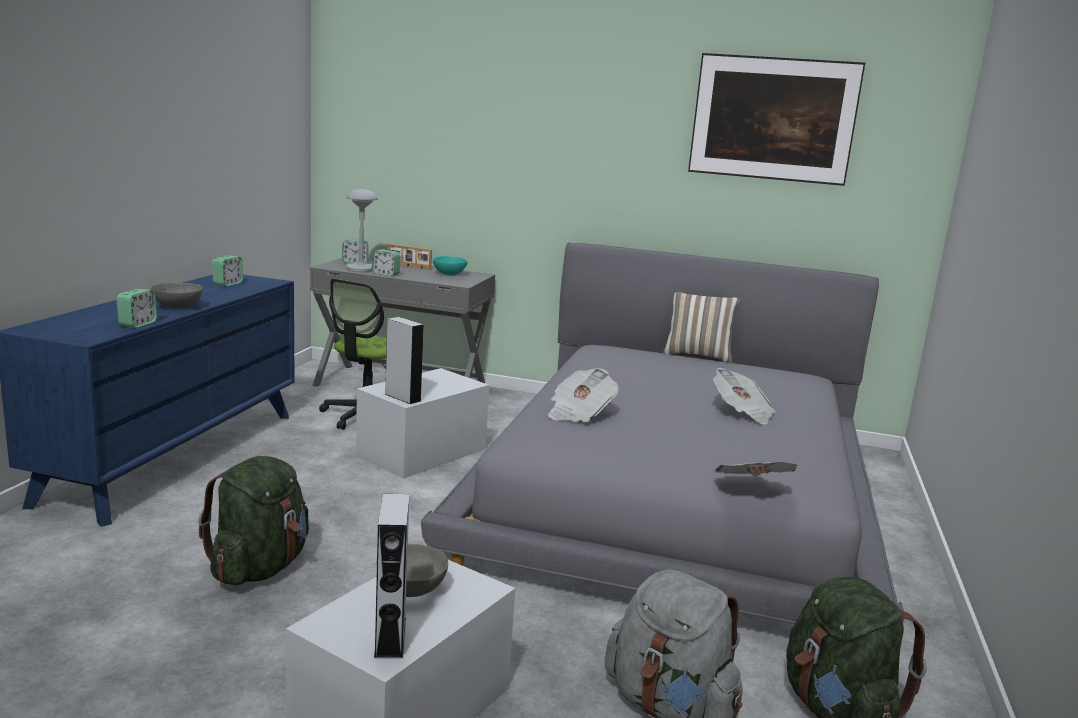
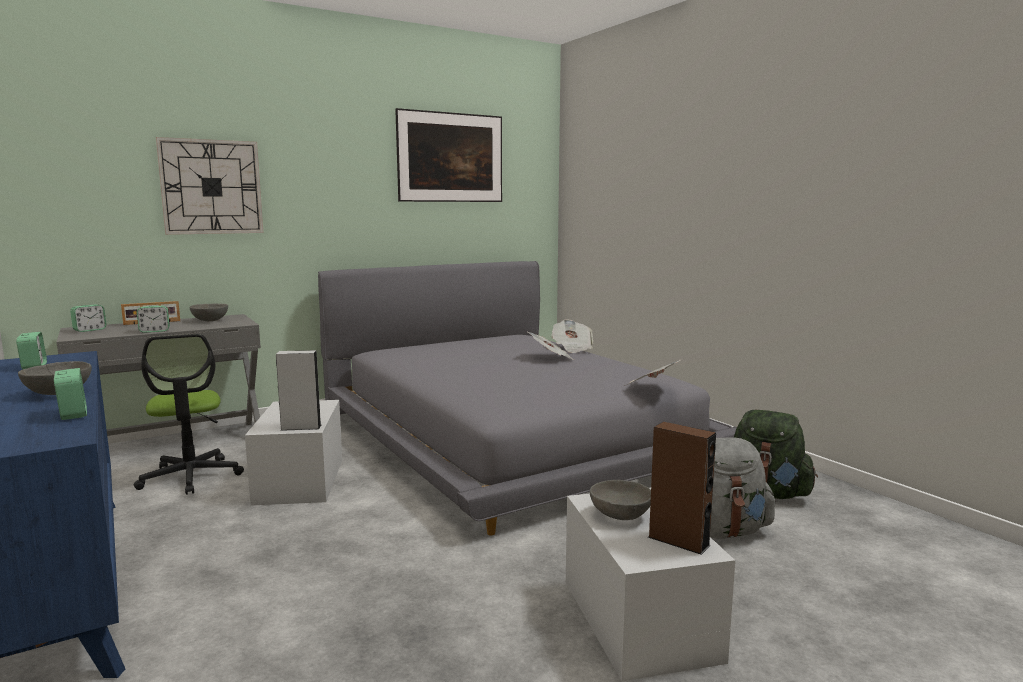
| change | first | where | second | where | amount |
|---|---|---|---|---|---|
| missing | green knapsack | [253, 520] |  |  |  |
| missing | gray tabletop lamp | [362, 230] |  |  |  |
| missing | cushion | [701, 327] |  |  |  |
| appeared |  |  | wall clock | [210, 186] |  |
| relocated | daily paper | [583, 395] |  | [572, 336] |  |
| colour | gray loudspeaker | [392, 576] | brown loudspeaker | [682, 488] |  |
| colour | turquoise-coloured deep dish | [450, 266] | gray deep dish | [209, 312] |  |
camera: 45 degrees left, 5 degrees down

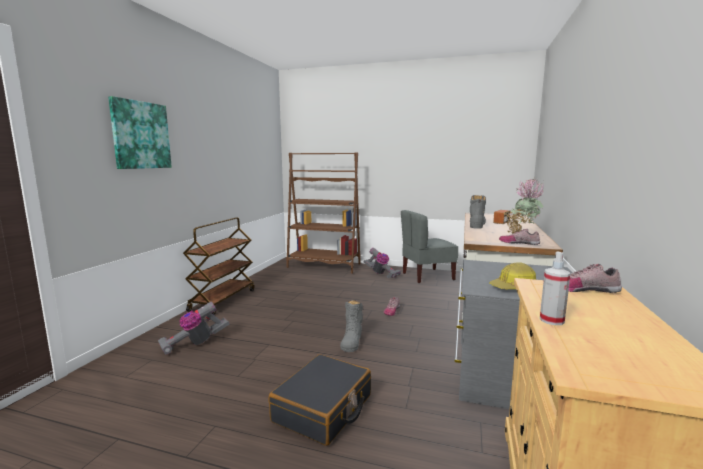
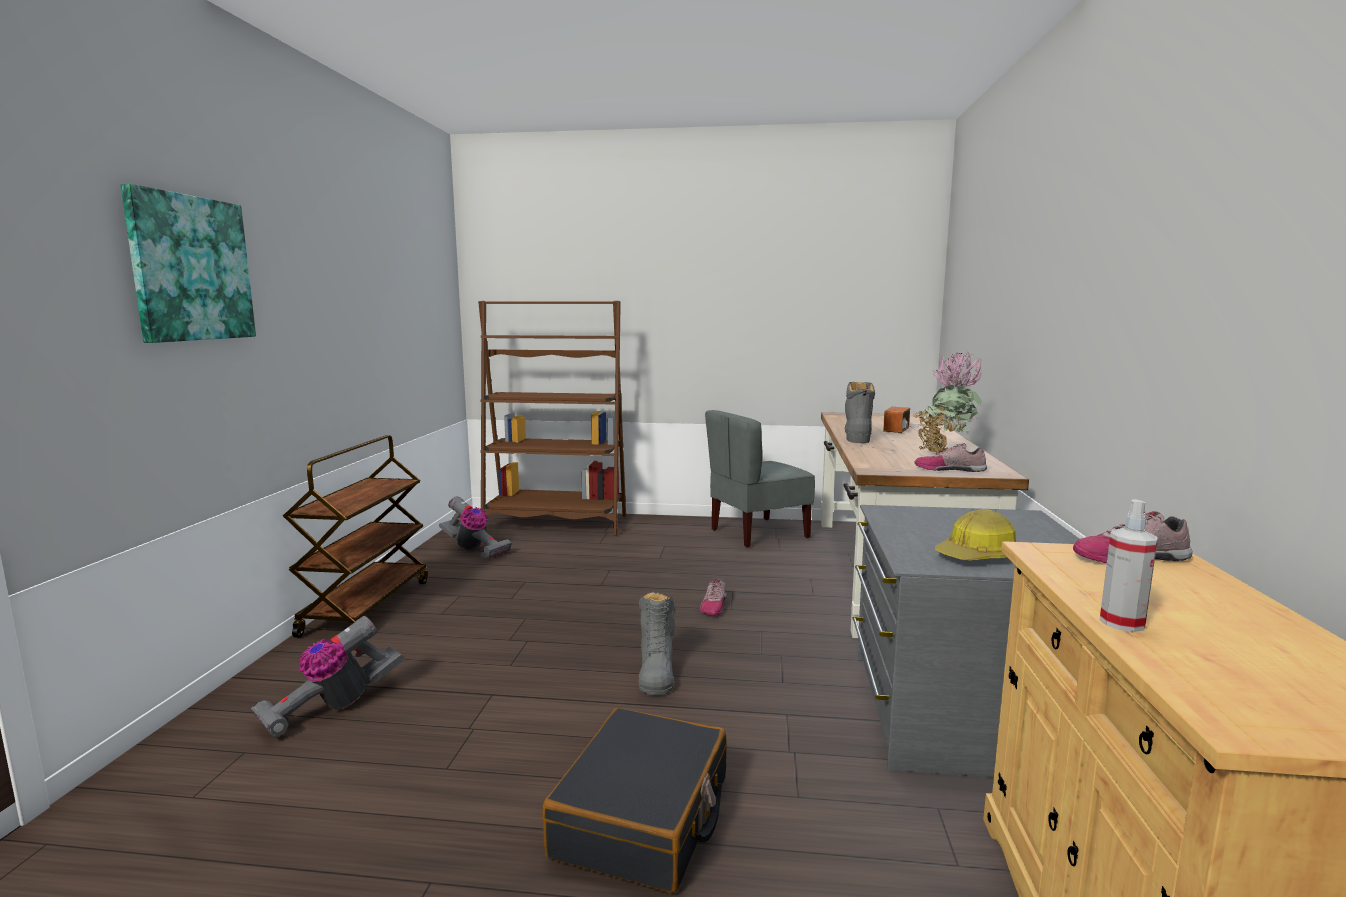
| change | first | where | second | where | amount |
|---|---|---|---|---|---|
| relocated | hoover | [382, 263] |  | [475, 527] |  |
camera: 10 degrees left, 0 degrees up

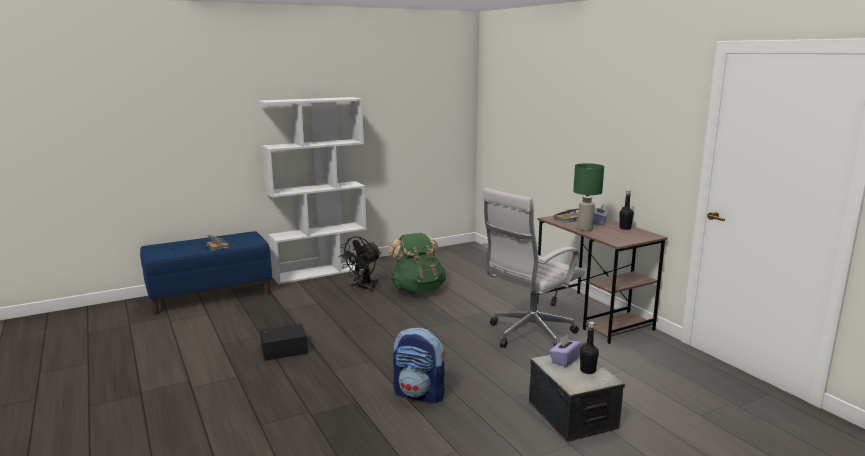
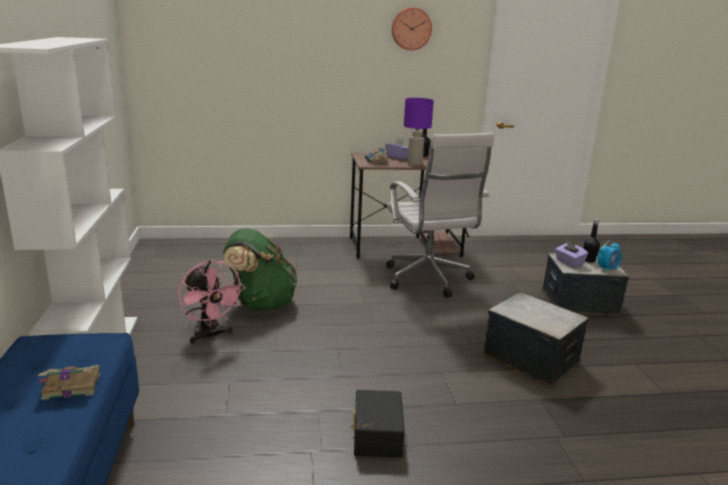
| change | first | where | second | where | amount |
|---|---|---|---|---|---|
| appeared |  |  | wall clock | [412, 28] |  |
| appeared |  |  | alarm clock | [609, 256] |  |
| exchanged | knapsack | [419, 366] | storage bin | [536, 339] |  |
| colour | blackish electric fan | [359, 264] | pink-coloured electric fan | [211, 302] |  |
| colour | green tabletop lamp | [588, 197] | purple-coloured tabletop lamp | [419, 132] |  |
camera: 70 degrees left, 5 degrees up

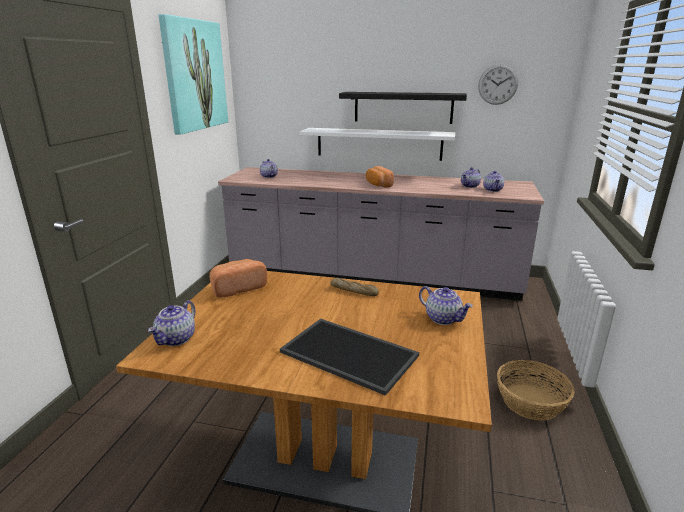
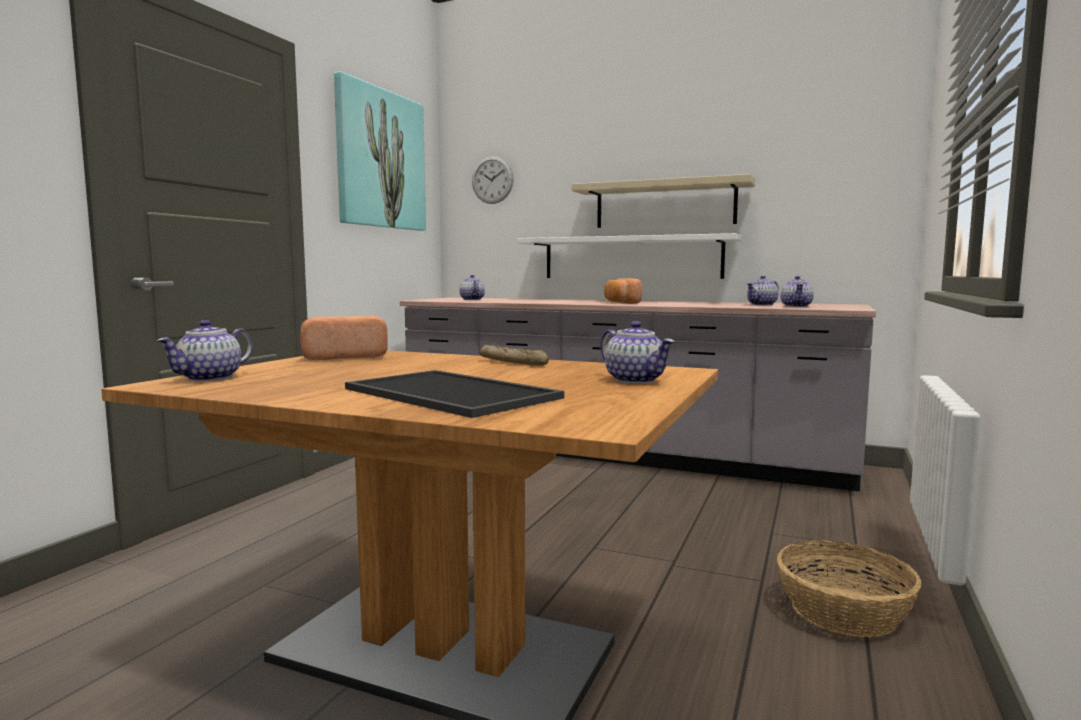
| change | first | where | second | where | amount |
|---|---|---|---|---|---|
| relocated | wall clock | [498, 84] |  | [493, 180] |  |
| colour | blackish bracket shelf | [403, 108] | sand-coloured bracket shelf | [663, 201] |  |
camera: 10 degrees right, 15 degrees down

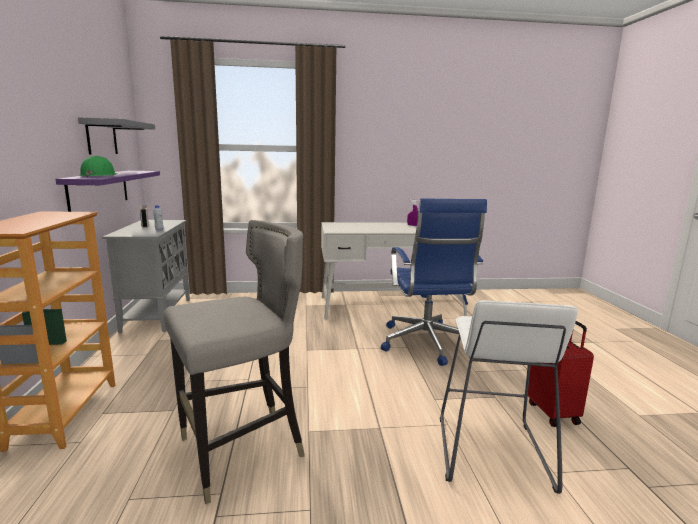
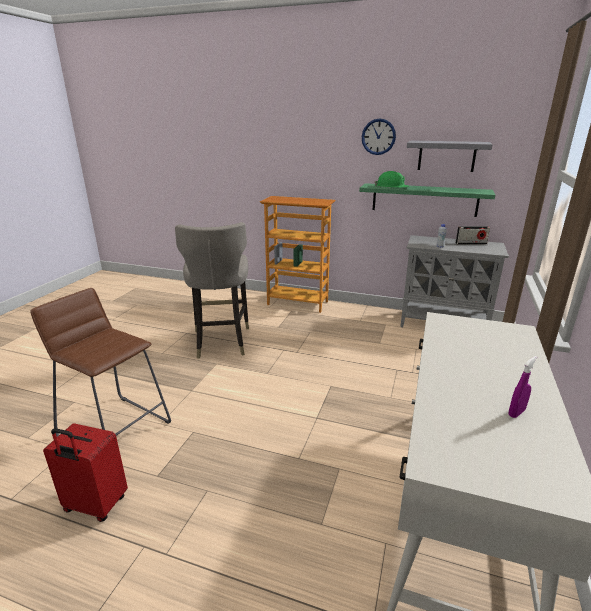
| change | first | where | second | where | amount |
|---|---|---|---|---|---|
| missing | blue-coloured desk chair | [434, 282] |  |  |  |
| appeared |  |  | wall clock | [379, 137] |  |
| colour | purple-coloured bracket shelf | [107, 191] | green bracket shelf | [427, 200] |  |
| colour | white-coloured stool seat | [509, 397] | brown stool seat | [101, 362] |  |
camera: 115 degrees right, 10 degrees up

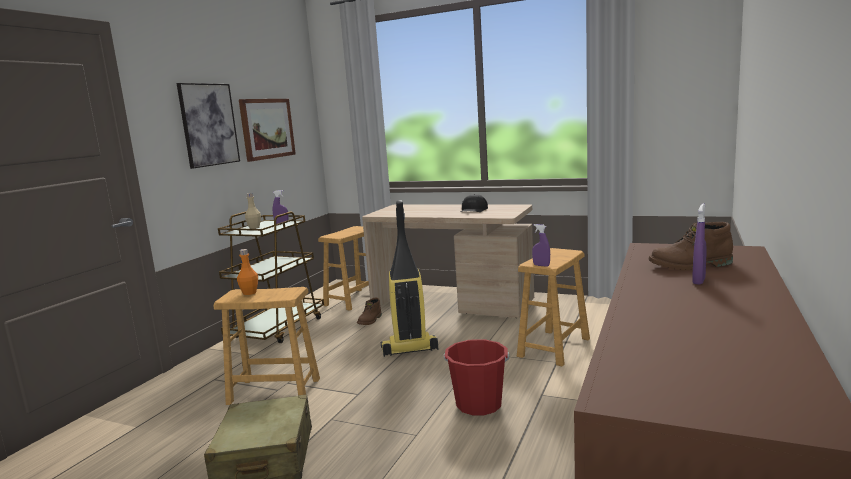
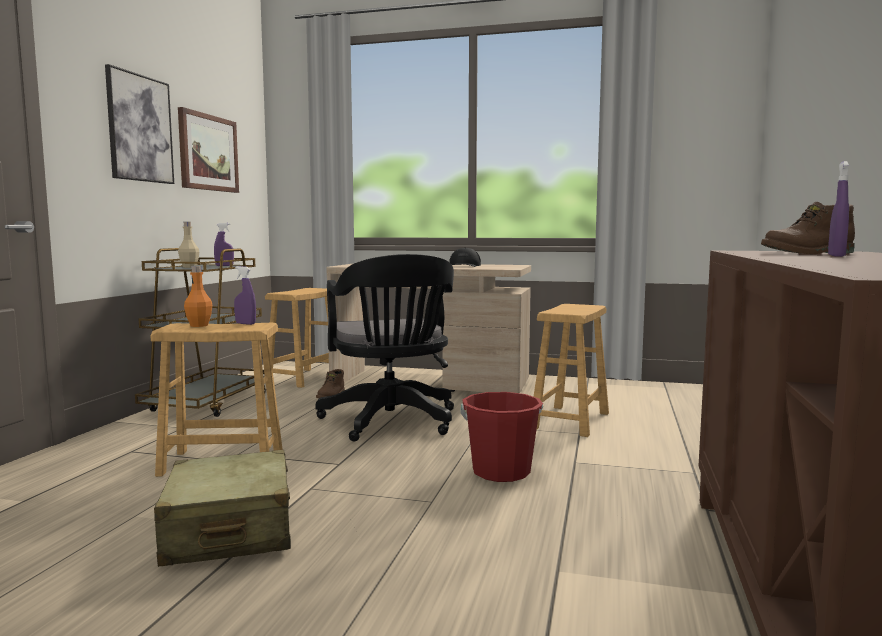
| change | first | where | second | where | amount |
|---|---|---|---|---|---|
| relocated | purple-coloured hand sprayer | [541, 245] |  | [245, 295] |  |
| exchanged | hoover | [409, 278] | blackish desk chair | [385, 348] |  |
camera: 10 degrees left, 5 degrees down

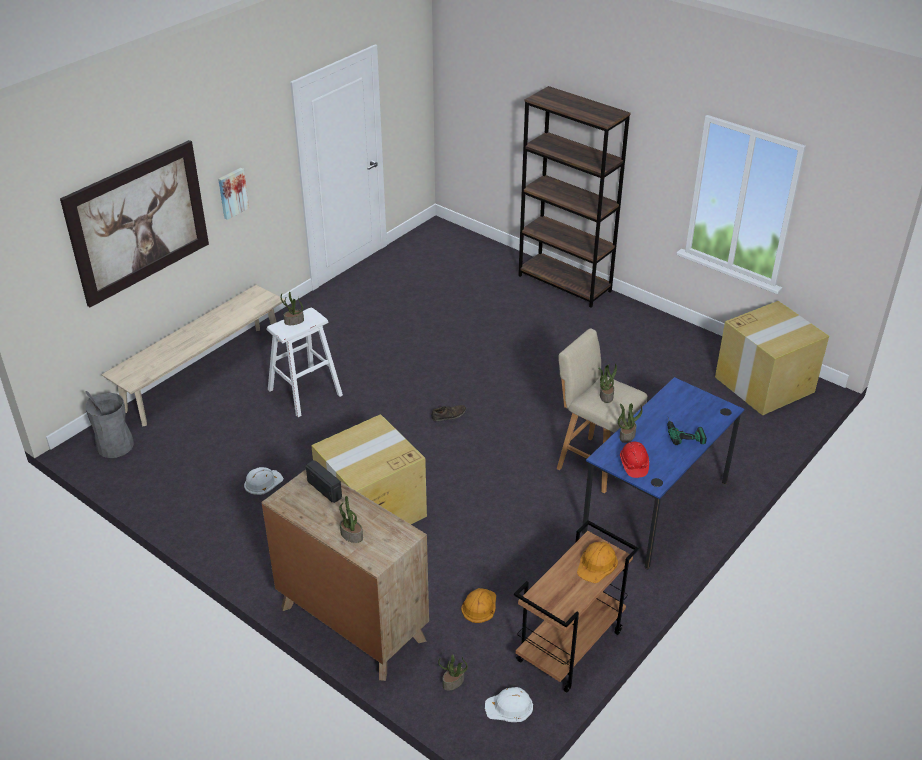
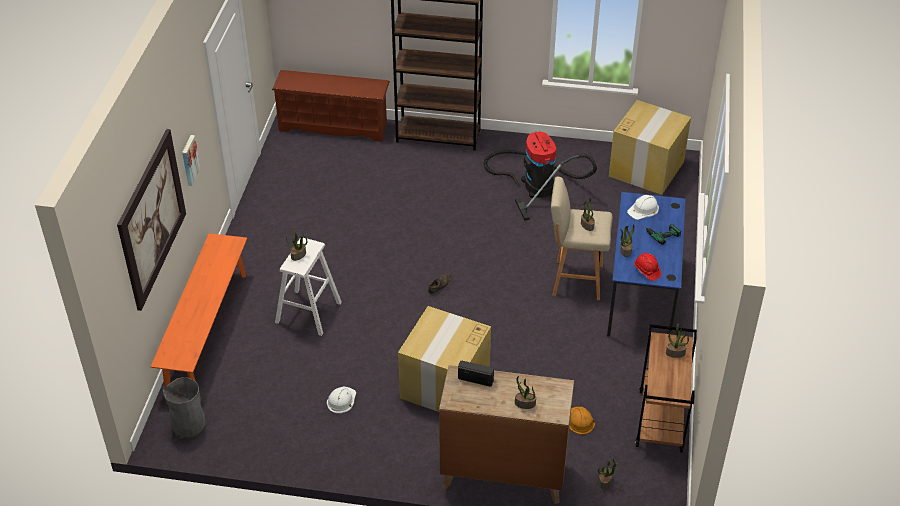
| change | first | where | second | where | amount |
|---|---|---|---|---|---|
| appeared |  |  | brown shoe stand | [331, 106] |  |
| appeared |  |  | hoover | [540, 176] |  |
| relocated | white-coloured work helmet | [509, 704] |  | [643, 207] |  |
| exchanged | orange-coloured work helmet | [597, 562] | plant in a pot | [677, 341] |  |
| colour | sand-coloured long seat | [193, 355] | orange-coloured long seat | [198, 309] |  |
camera: 30 degrees left, 5 degrees up

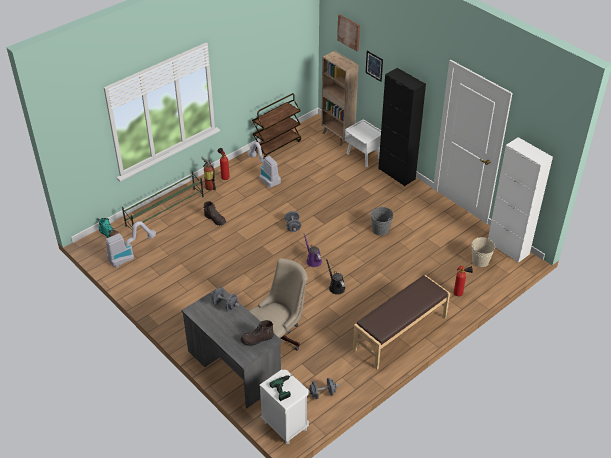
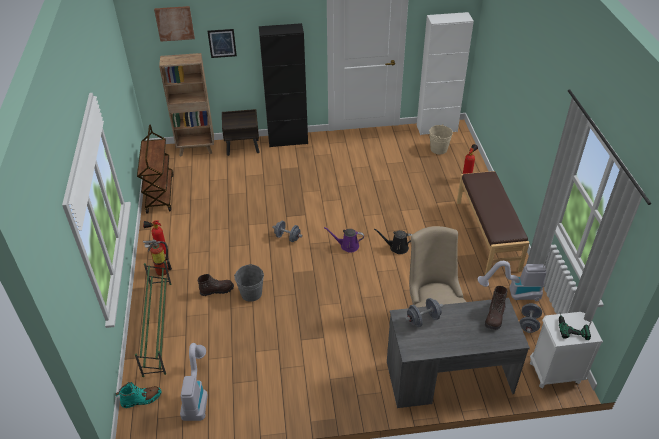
| change | first | where | second | where | amount |
|---|---|---|---|---|---|
| relocated | hoover | [264, 165] |  | [512, 281] |  |
| relocated | gray bucket | [382, 221] |  | [249, 283] |  |
| colour | white-coloured nightstand | [363, 143] | brown nightstand | [241, 132] |  |
camera: 55 degrees left, 0 degrees up

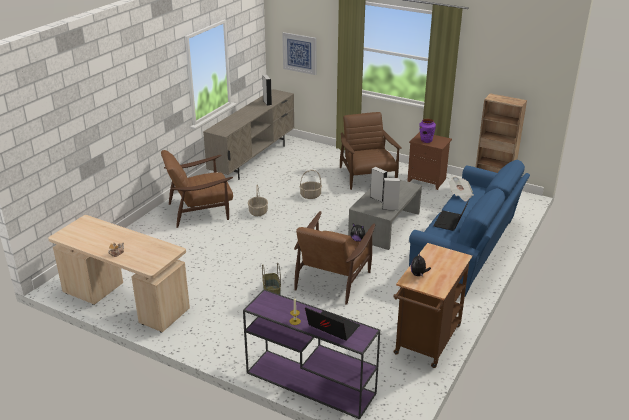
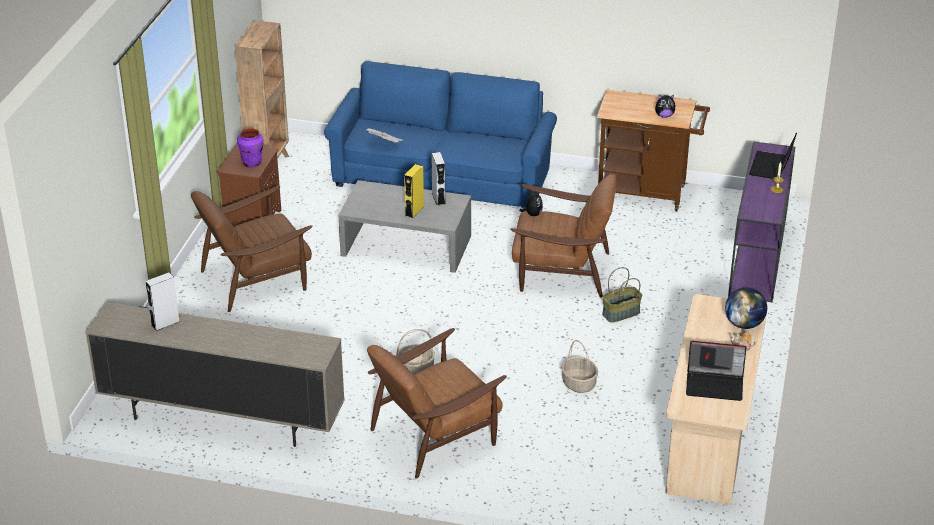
| change | first | where | second | where | amount |
|---|---|---|---|---|---|
| missing | wall picture | [299, 53] |  |  |  |
| appeared |  |  | desk globe | [746, 308] |  |
| relocated | household basket | [311, 184] |  | [579, 366] |  |
| relocated | portable computer | [451, 215] |  | [716, 371] |  |
| colour | gray loudspeaker | [378, 184] | yellowish loudspeaker | [414, 191] |  |
| spun | brown easy chair | [197, 189] |  | [437, 403] | 90 degrees clockwise |
camera: 105 degrees left, 5 degrees up

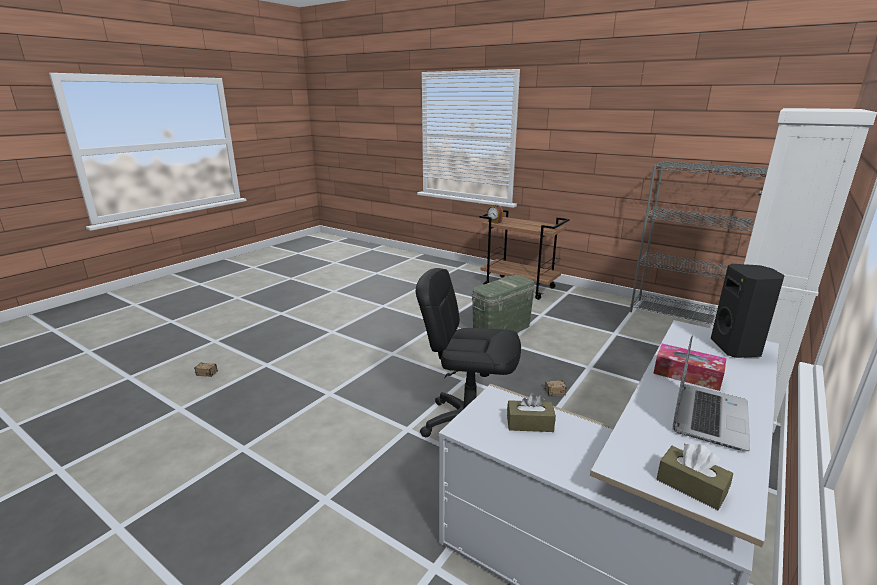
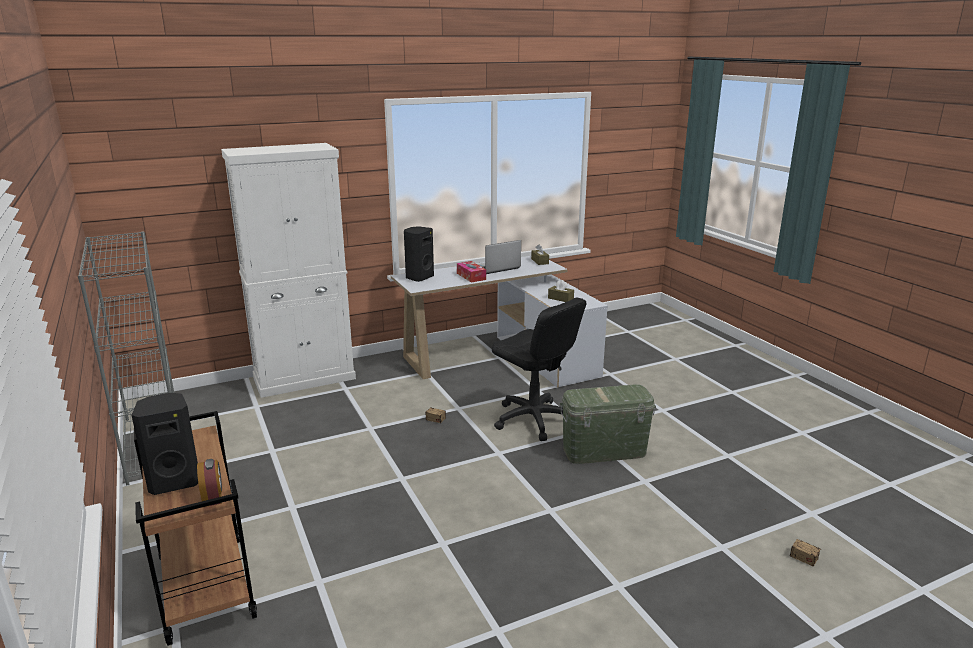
| change | first | where | second | where | amount |
|---|---|---|---|---|---|
| appeared |  |  | blackish loudspeaker | [165, 444] |  |
| relocated | green storage bin | [503, 303] |  | [608, 424] |  |
camera: 150 degrees left, 0 degrees up

